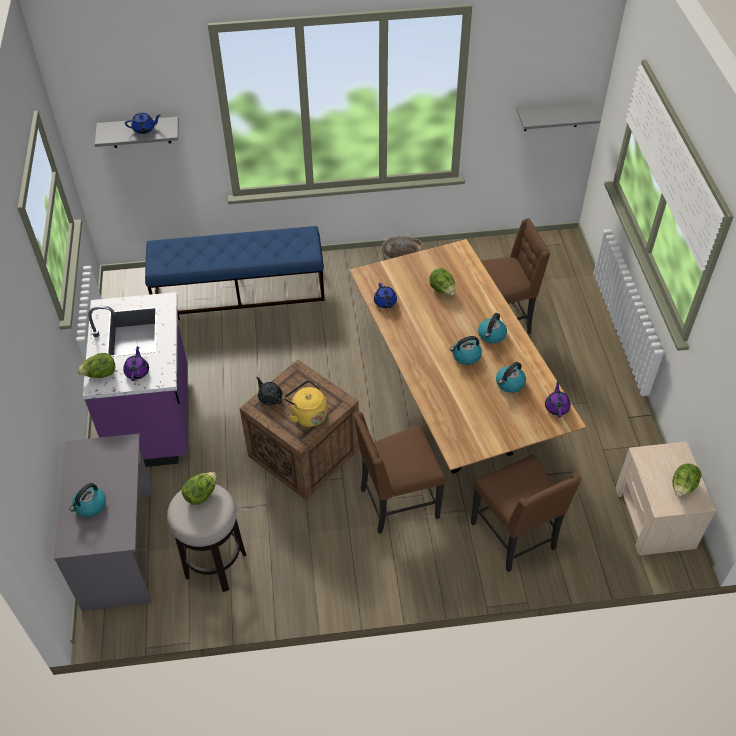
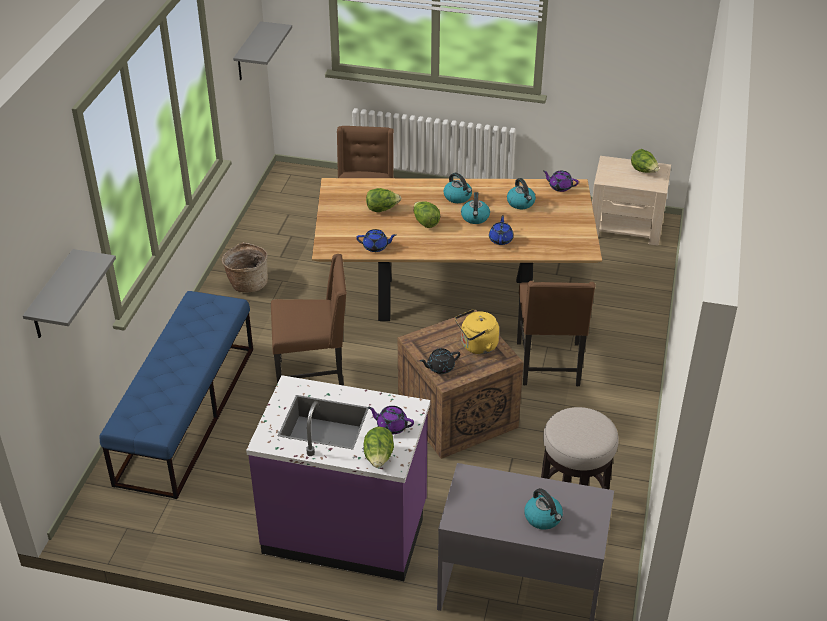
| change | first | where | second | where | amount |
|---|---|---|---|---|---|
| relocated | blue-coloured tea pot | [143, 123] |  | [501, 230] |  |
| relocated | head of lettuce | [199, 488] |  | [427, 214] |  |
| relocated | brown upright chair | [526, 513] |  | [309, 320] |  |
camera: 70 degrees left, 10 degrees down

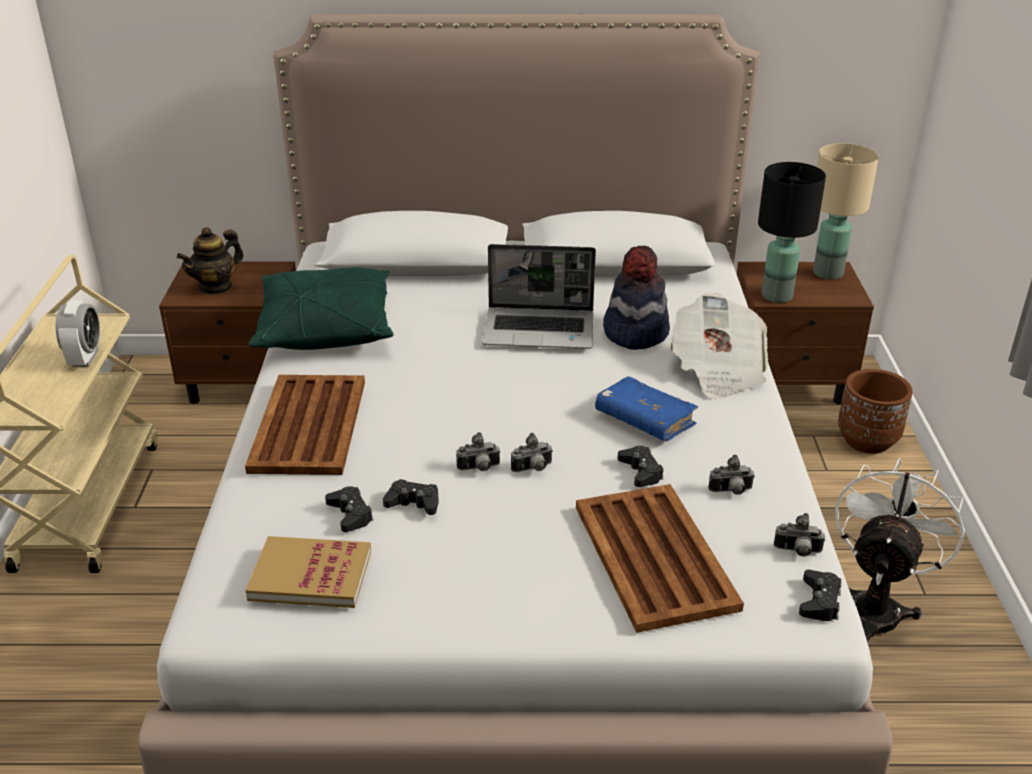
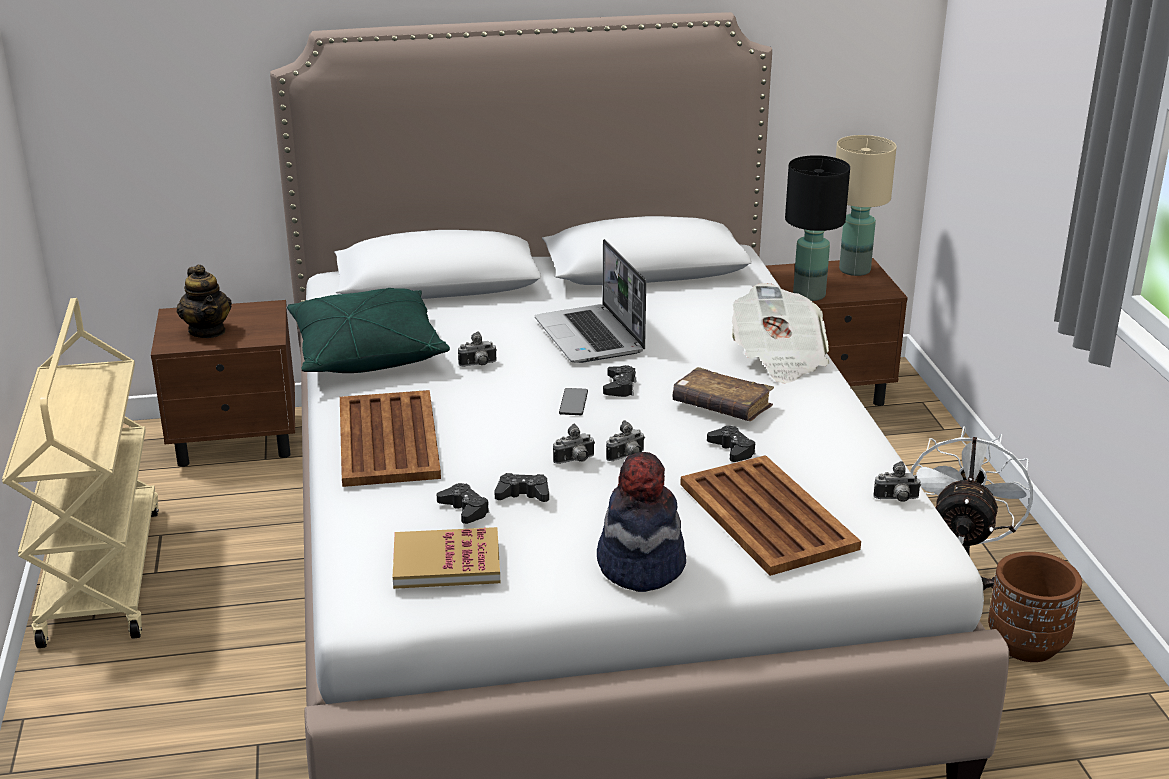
| change | first | where | second | where | amount |
|---|---|---|---|---|---|
| missing | alarm clock | [78, 333] |  |  |  |
| appeared |  |  | handset | [573, 401] |  |
| relocated | clothing hat | [636, 298] |  | [641, 522] |  |
| relocated | photo camera | [731, 475] |  | [477, 349] |  |
| relocated | blackish joypad | [820, 595] |  | [620, 381] |  |
| relocated | brown flower pot | [875, 411] |  | [1035, 607] |  |
| colour | blue-coloured book | [646, 408] | brown book | [723, 394] |  |
| spun | tea pot | [210, 261] |  | [204, 301] | 60 degrees counterclockwise |
| spun | portable computer | [539, 296] |  | [590, 301] | 75 degrees clockwise |
camera: 10 degrees left, 5 degrees down

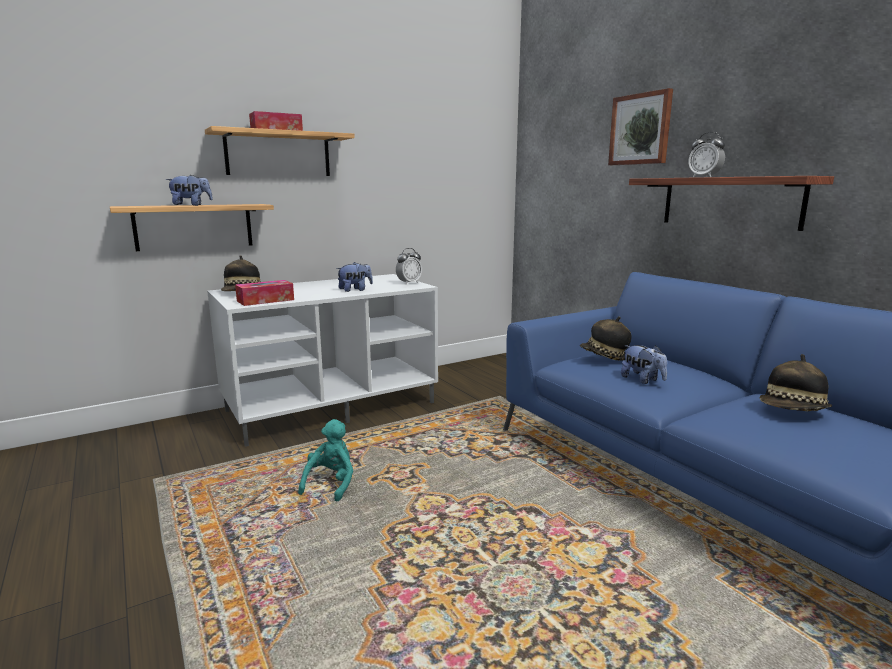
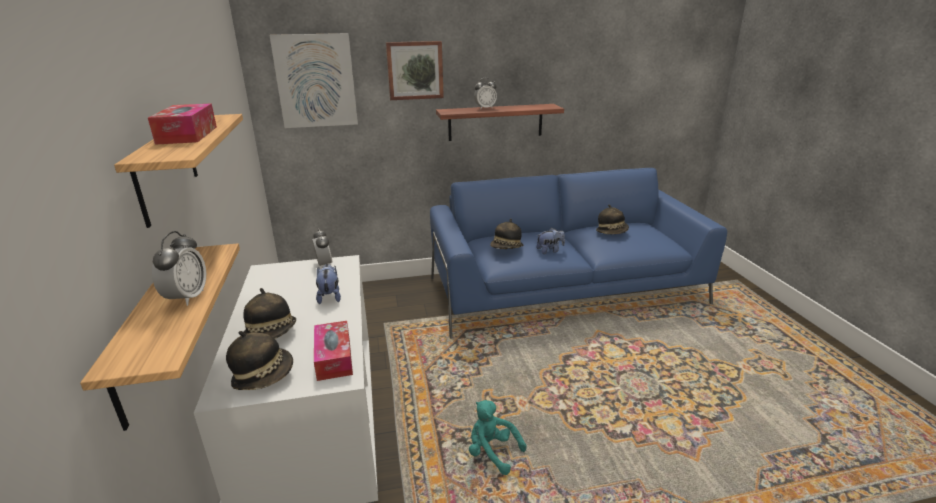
| change | first | where | second | where | amount |
|---|---|---|---|---|---|
| appeared |  |  | clothing hat | [269, 313] |  |
| appeared |  |  | wall picture | [314, 80] |  |
| exchanged | cuddly toy | [189, 190] | alarm clock | [179, 268] |  |
camera: 70 degrees left, 10 degrees up

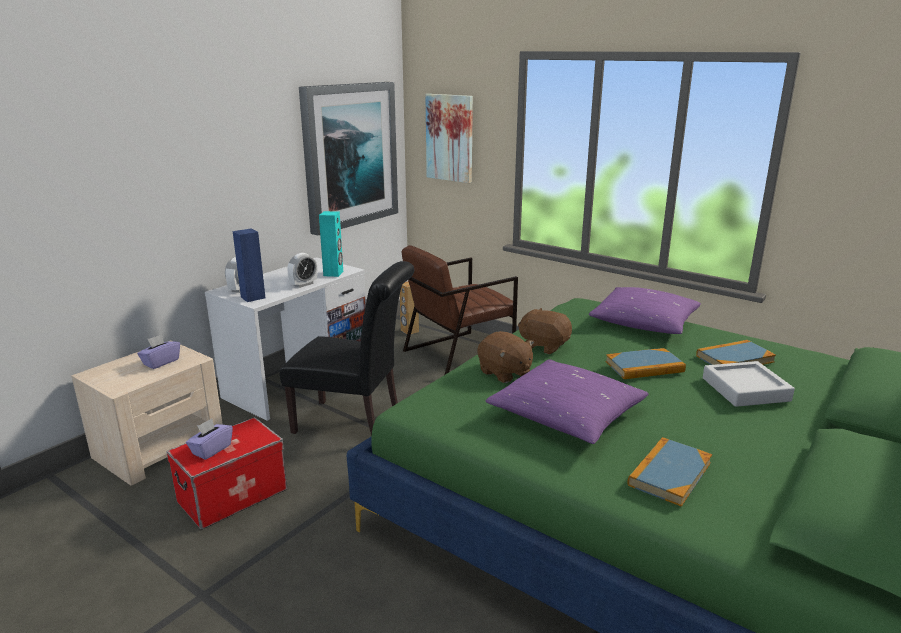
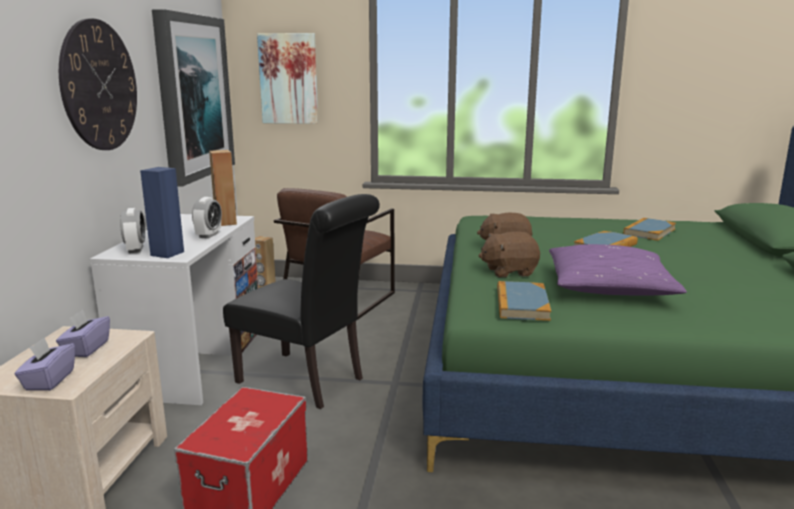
| change | first | where | second | where | amount |
|---|---|---|---|---|---|
| missing | purple-coloured cushion | [645, 310] |  |  |  |
| missing | gray tray | [749, 384] |  |  |  |
| appeared |  |  | wall clock | [98, 84] |  |
| relocated | purple-coloured box of tissues | [209, 439] |  | [45, 364] |  |
| relocated | book | [669, 472] |  | [524, 301] |  |
| colour | turquoise-coloured loudspeaker | [331, 244] | brown loudspeaker | [223, 188] |  |
| spun | blackish upright chair | [347, 348] |  | [301, 301] | 45 degrees clockwise |
| spun | brown cuddly toy | [505, 357] |  | [509, 254] | 150 degrees clockwise |
camera: 30 degrees left, 5 degrees down

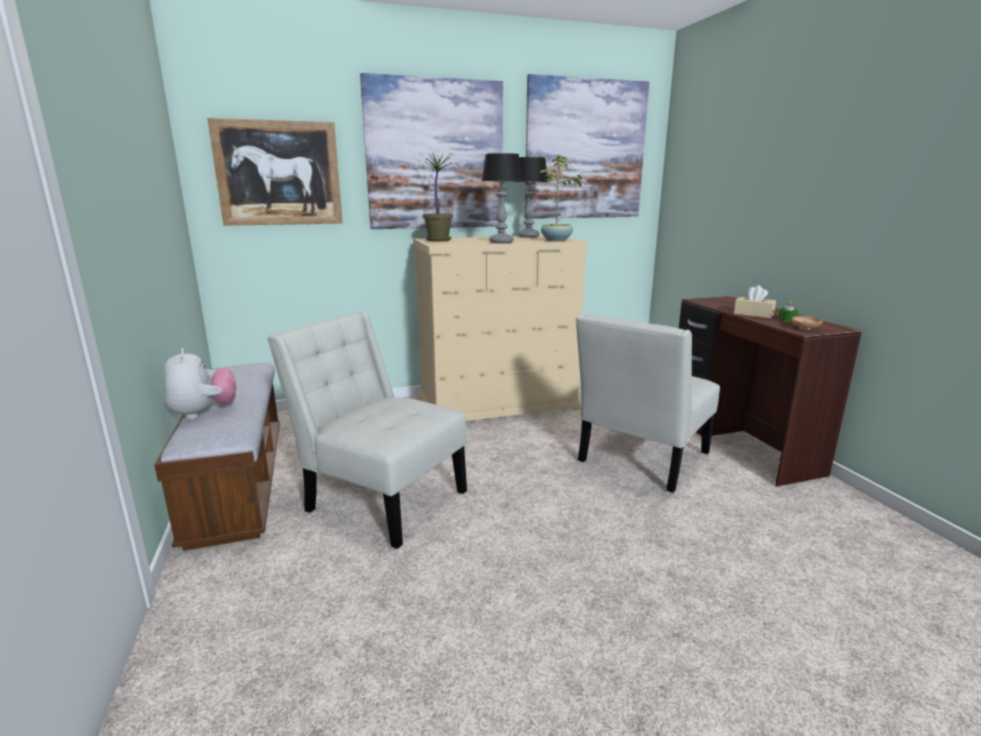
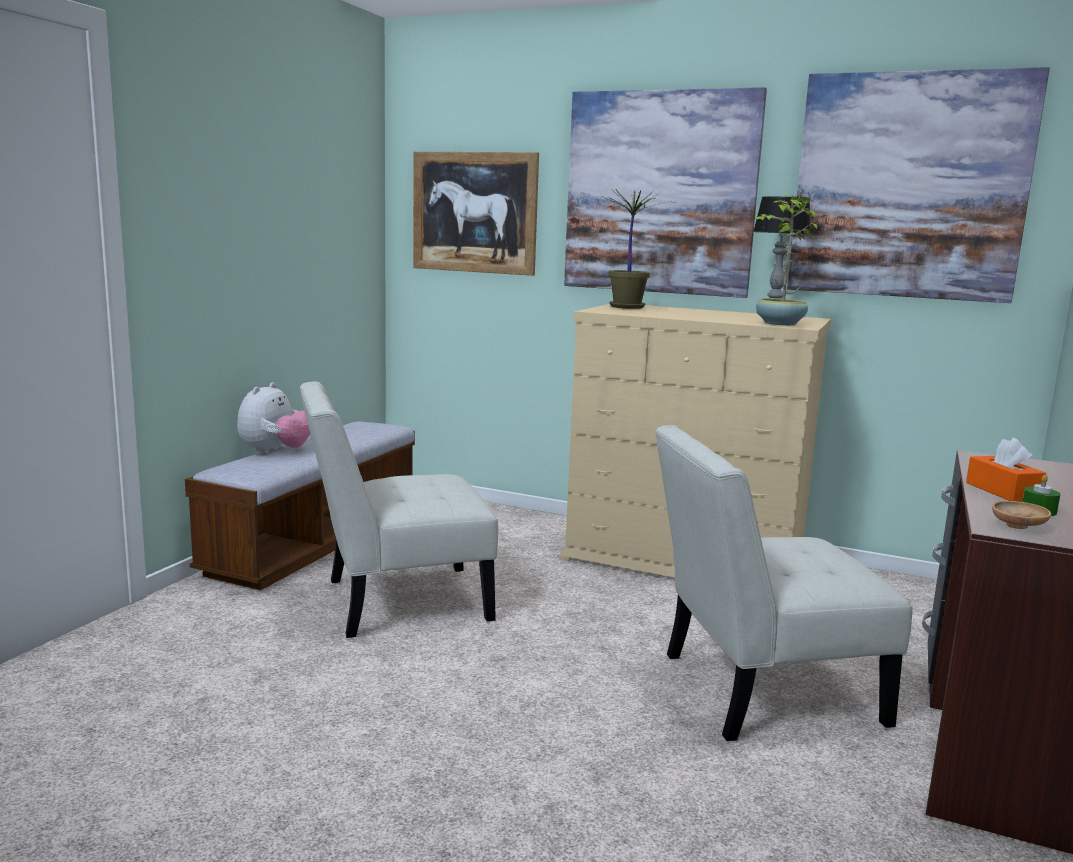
| change | first | where | second | where | amount |
|---|---|---|---|---|---|
| missing | tabletop lamp | [501, 198] |  |  |  |
| colour | sand-coloured box of tissues | [755, 301] | orange-coloured box of tissues | [1006, 470] |  |
| spun | white-coloured upright chair | [367, 430] |  | [399, 509] | 90 degrees counterclockwise |
camera: 40 degrees right, 5 degrees down

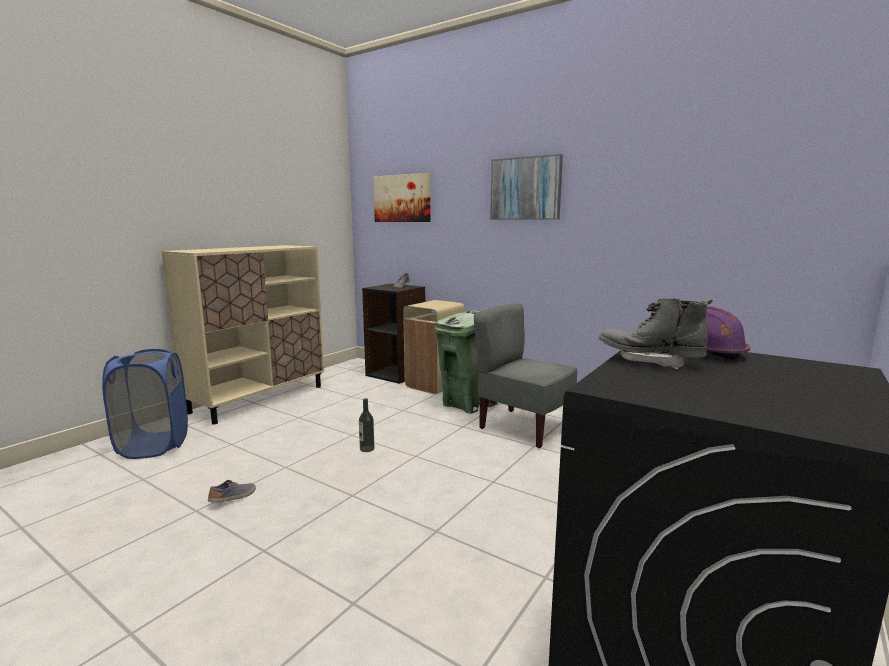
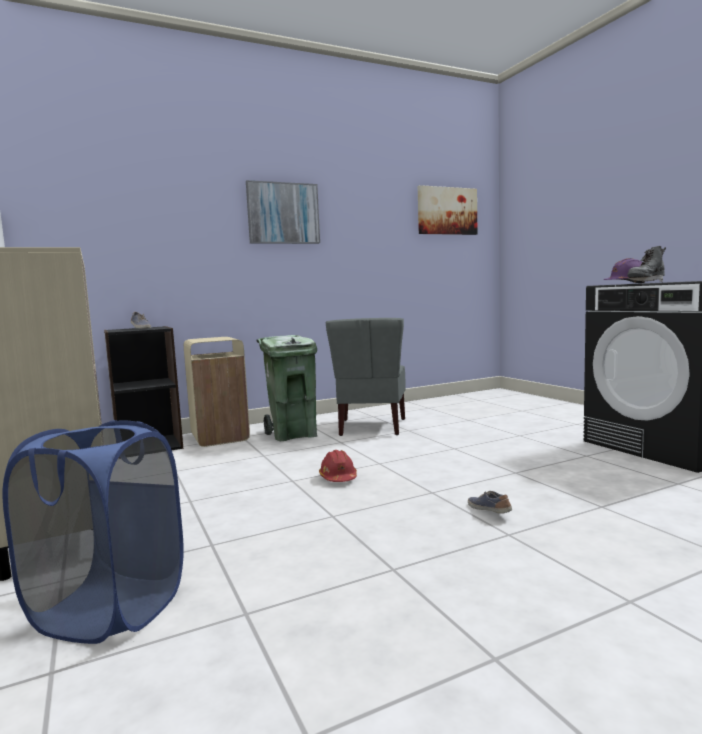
| change | first | where | second | where | amount |
|---|---|---|---|---|---|
| relocated | low shoe | [232, 491] |  | [490, 502] |  |
| relocated | wall picture | [402, 197] |  | [447, 210] |  |
| exchanged | beverage bottle | [367, 425] | red work helmet | [338, 466] |  |
| spun | gray upright chair | [525, 376] |  | [366, 377] | 60 degrees counterclockwise |
camera: 60 degrees left, 5 degrees down

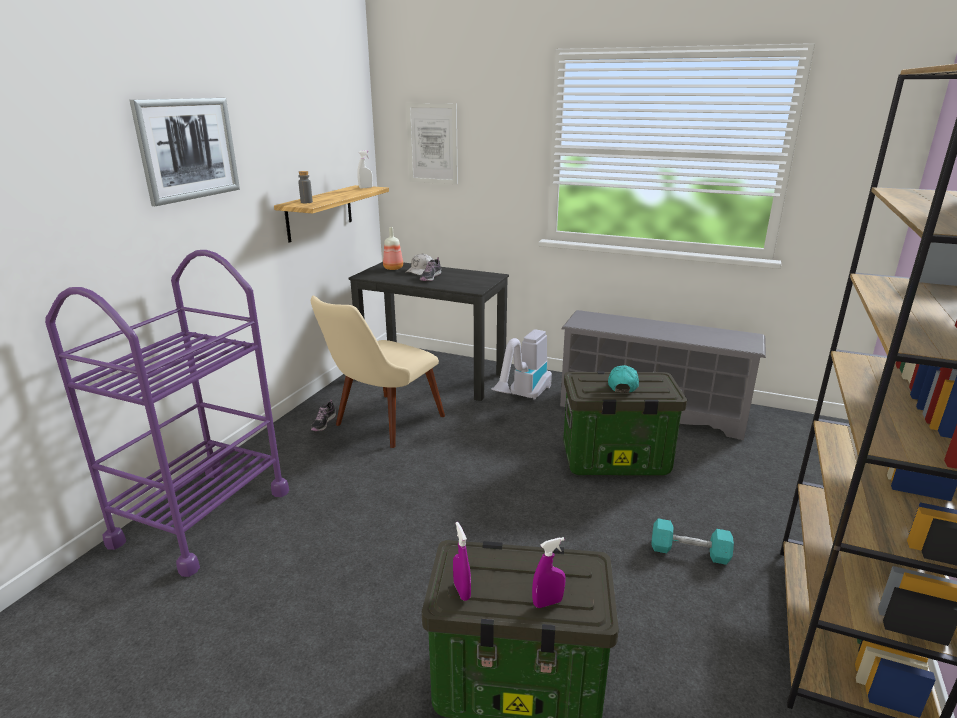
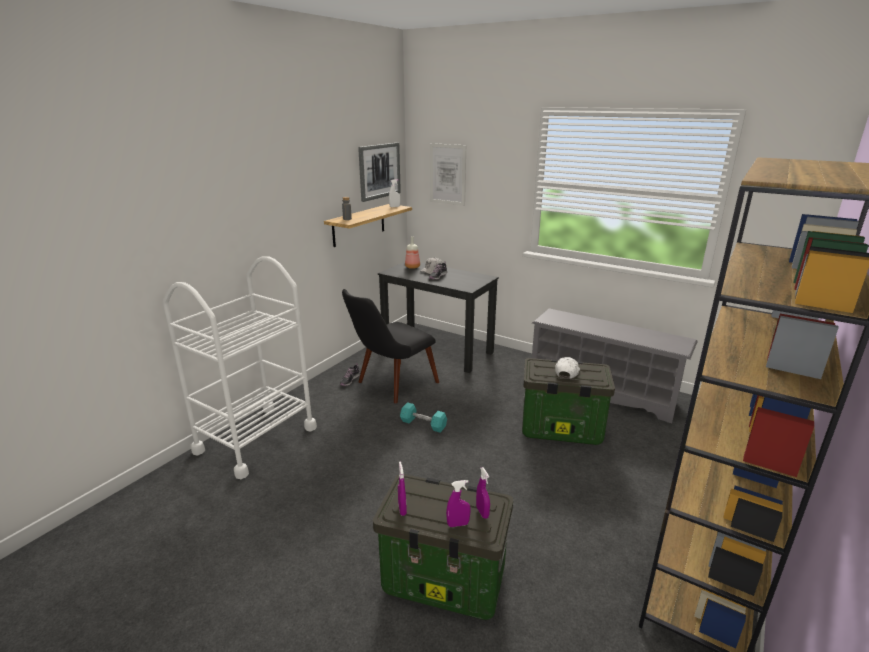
| change | first | where | second | where | amount |
|---|---|---|---|---|---|
| missing | hoover | [521, 364] |  |  |  |
| appeared |  |  | purple-coloured hand sprayer | [483, 493] |  |
| relocated | wall picture | [185, 152] |  | [379, 172] |  |
| relocated | turquoise-coloured hand weight | [692, 541] |  | [423, 417] |  |
| colour | purple-coloured trolley | [167, 413] | white-coloured trolley | [240, 367] |  |
| colour | sand-coloured upright chair | [378, 372] | blackish upright chair | [390, 346] |  |
| colour | turquoise-coloured baseball cap | [623, 378] | white-coloured baseball cap | [567, 368] |  |
camera: 10 degrees right, 0 degrees up

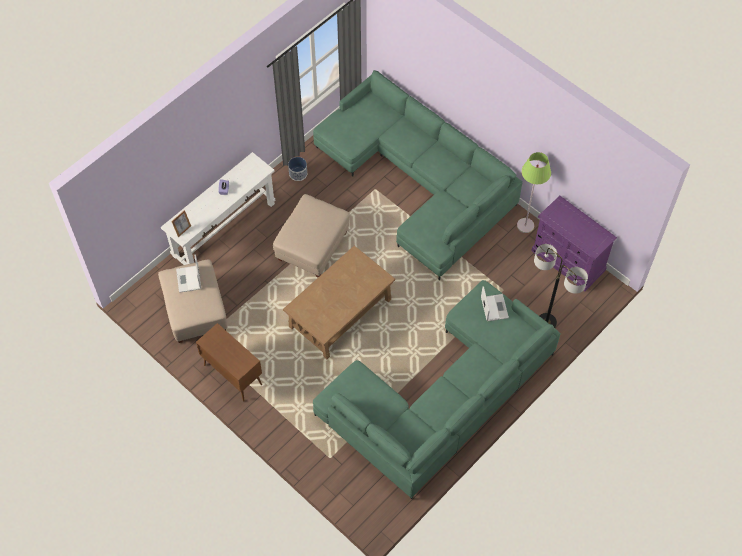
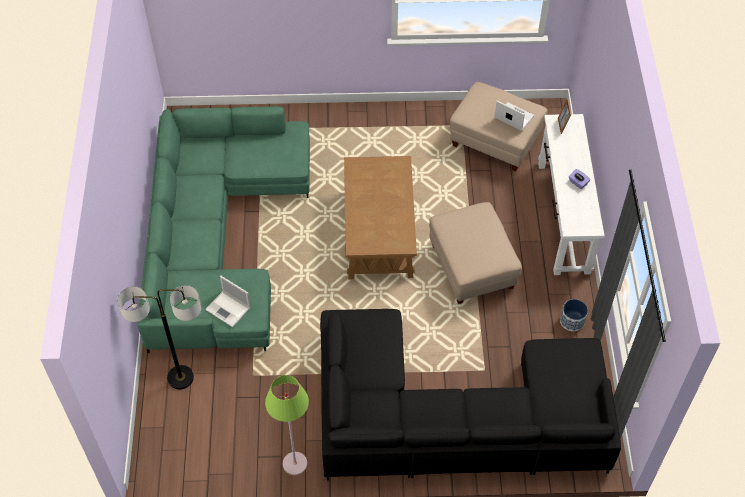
| change | first | where | second | where | amount |
|---|---|---|---|---|---|
| missing | brown cabinet | [229, 362] |  |  |  |
| missing | purple-coloured chest of drawers | [574, 243] |  |  |  |
| colour | green sofa | [418, 175] | blackish sofa | [470, 394] |  |
camera: 135 degrees right, 5 degrees down

